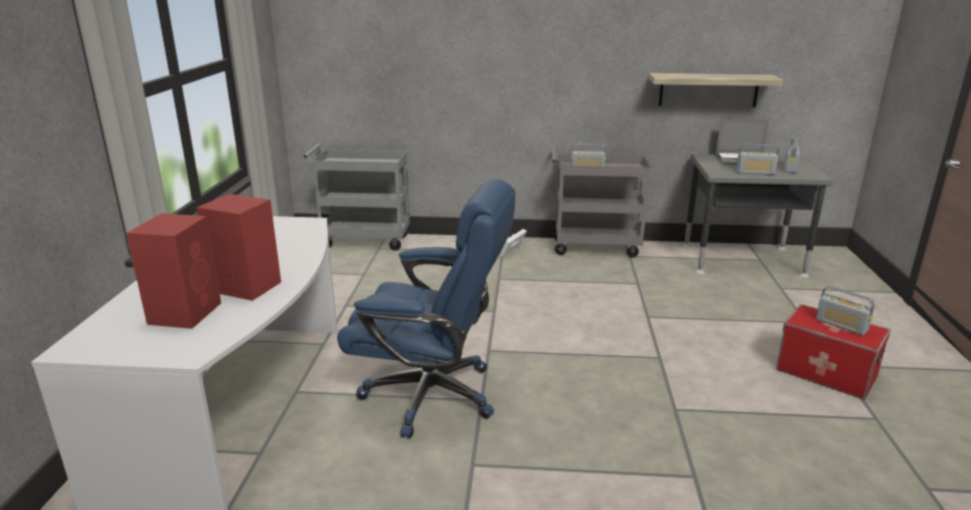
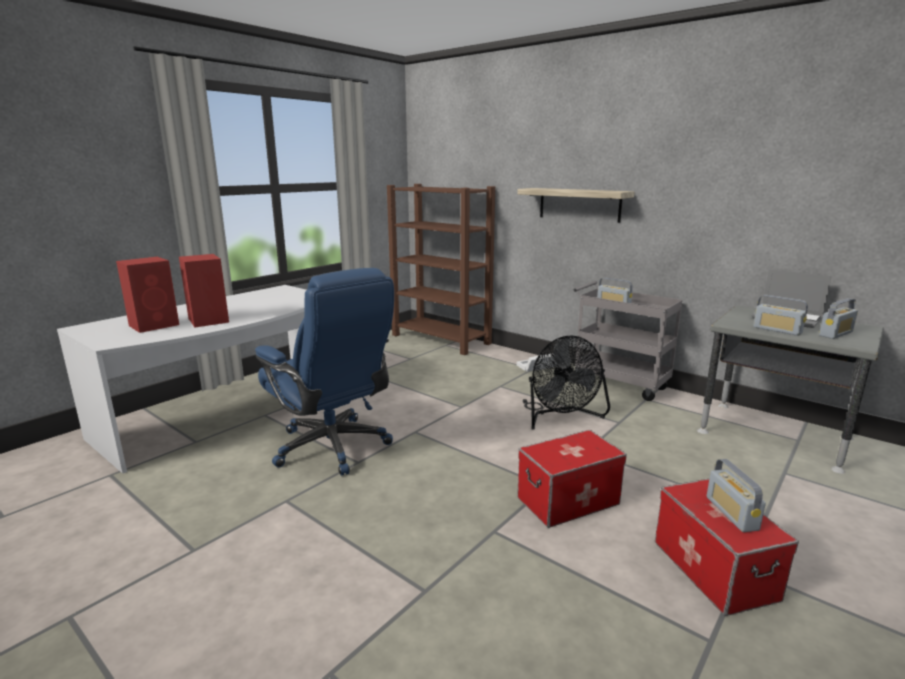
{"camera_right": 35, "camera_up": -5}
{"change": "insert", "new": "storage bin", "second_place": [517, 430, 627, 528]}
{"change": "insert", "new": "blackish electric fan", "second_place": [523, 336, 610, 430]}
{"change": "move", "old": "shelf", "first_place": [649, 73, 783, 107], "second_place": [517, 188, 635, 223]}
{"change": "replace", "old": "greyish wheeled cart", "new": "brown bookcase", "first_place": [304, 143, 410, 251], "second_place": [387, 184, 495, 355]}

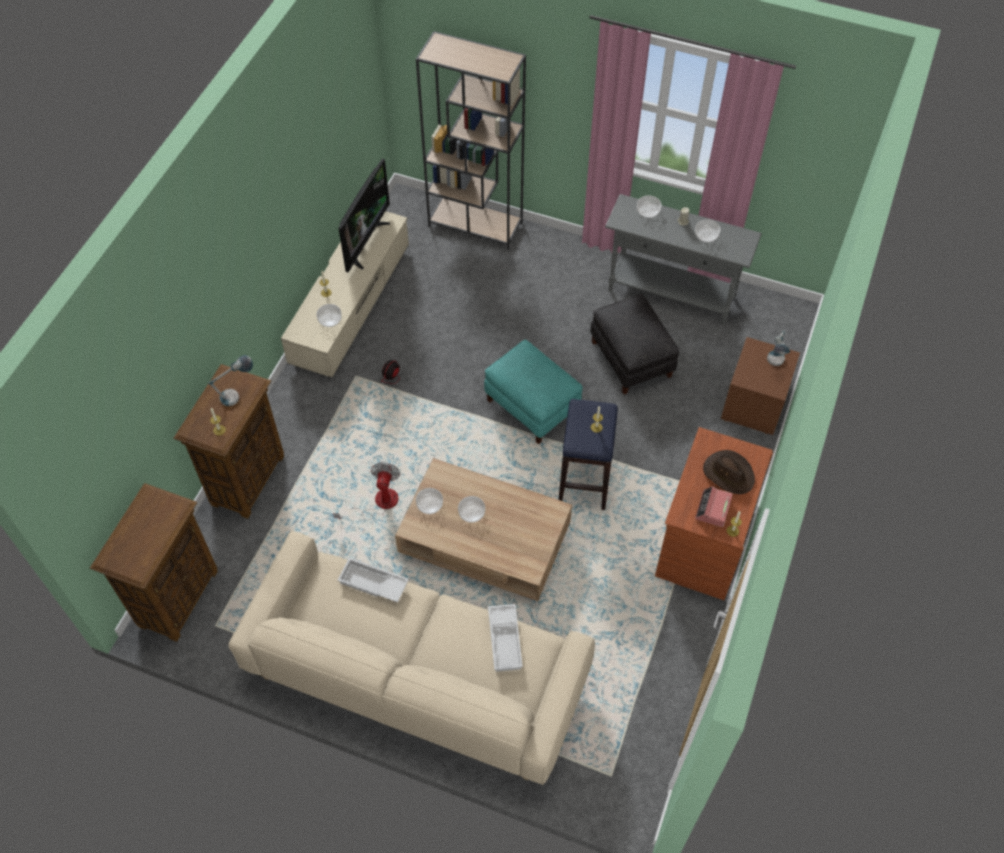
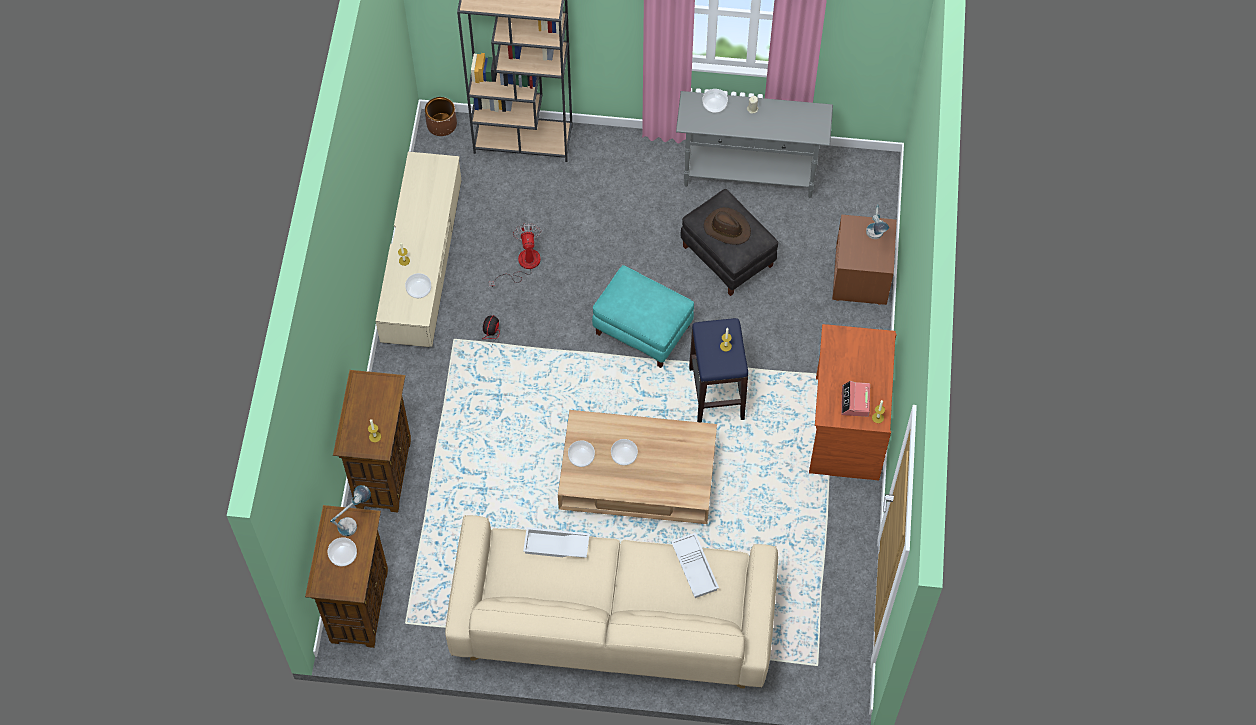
{"camera_right": -15, "camera_up": 5}
{"change": "delete", "old": "TV set", "first_place": [338, 159, 390, 273]}
{"change": "insert", "new": "brown flower pot", "second_place": [425, 97, 457, 136]}
{"change": "move", "old": "table lamp", "first_place": [209, 355, 253, 406], "second_place": [330, 485, 371, 536]}
{"change": "move", "old": "electric fan", "first_place": [333, 462, 400, 520], "second_place": [489, 223, 541, 287]}
{"change": "move", "old": "deep dish", "first_place": [695, 219, 720, 242], "second_place": [327, 537, 357, 566]}
{"change": "move", "old": "brown wearable hat", "first_place": [703, 450, 755, 494], "second_place": [704, 207, 751, 245]}

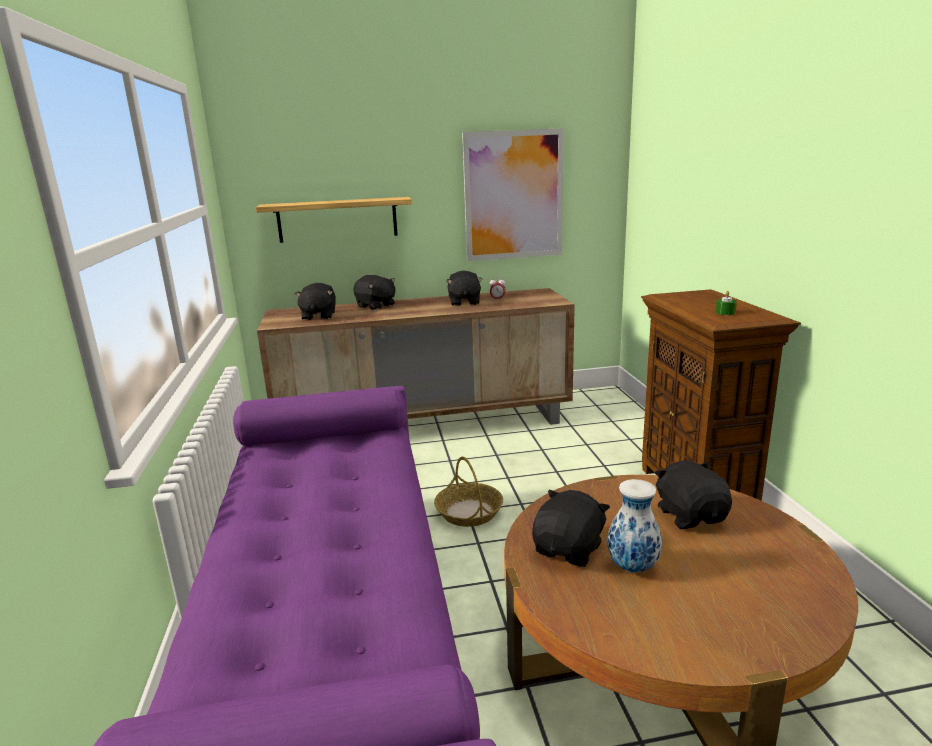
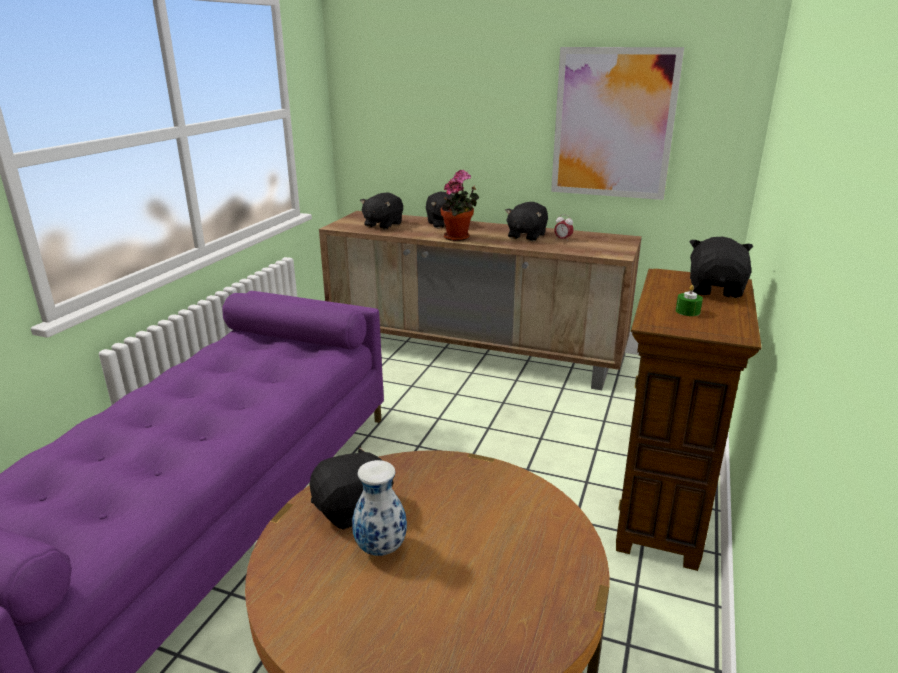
{"camera_right": 30, "camera_up": 5}
{"change": "delete", "old": "shelf", "first_place": [256, 197, 412, 243]}
{"change": "delete", "old": "basket", "first_place": [434, 457, 503, 527]}
{"change": "insert", "new": "potted plant", "second_place": [440, 170, 479, 241]}
{"change": "move", "old": "blackish plush toy", "first_place": [655, 461, 732, 529], "second_place": [690, 236, 753, 298]}

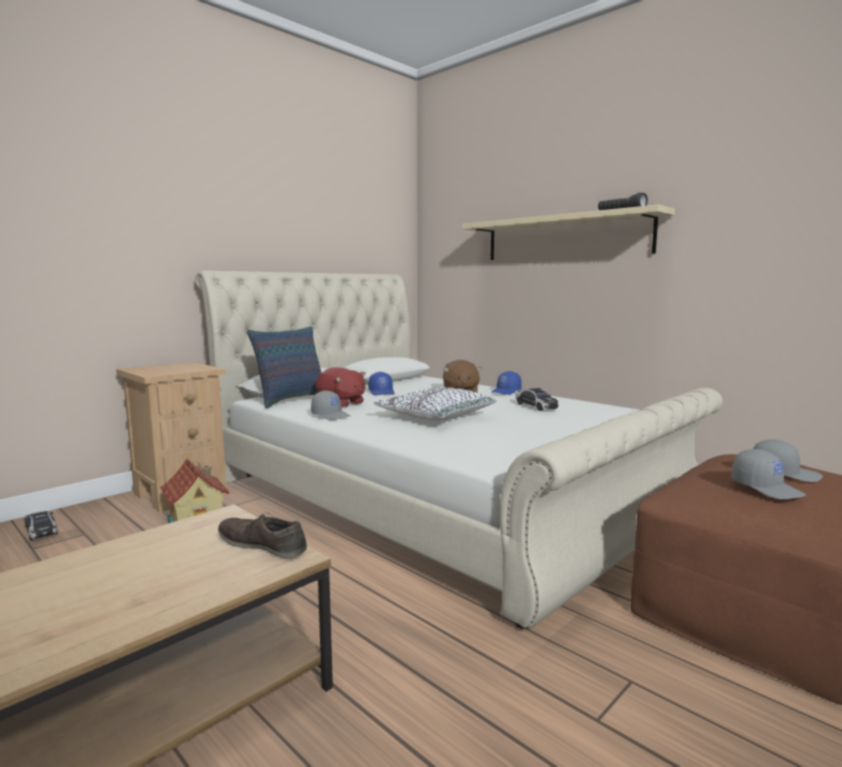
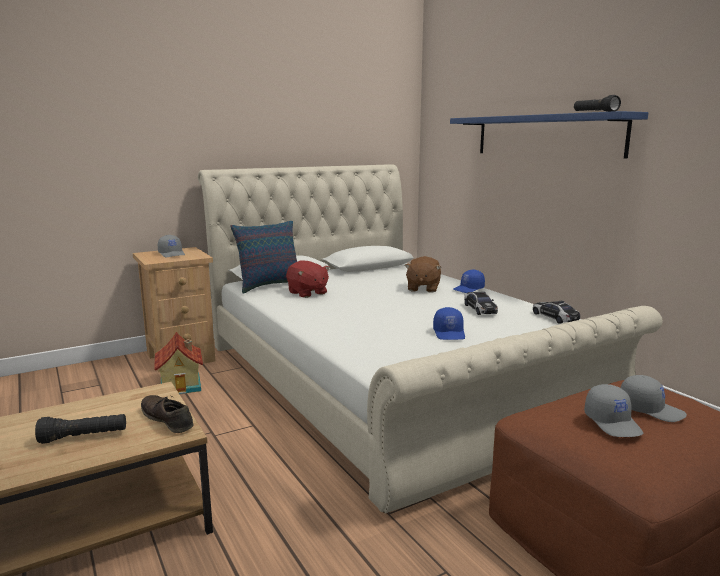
{"camera_right": 15, "camera_up": 5}
{"change": "delete", "old": "white throw pillow", "first_place": [374, 388, 496, 421]}
{"change": "insert", "new": "blackish flashlight", "second_place": [35, 414, 126, 444]}
{"change": "move", "old": "model car", "first_place": [24, 511, 58, 540], "second_place": [533, 300, 580, 324]}
{"change": "move", "old": "greyish cap", "first_place": [311, 390, 350, 420], "second_place": [158, 235, 185, 257]}
{"change": "move", "old": "blue-coloured cap", "first_place": [368, 372, 395, 396], "second_place": [433, 307, 465, 340]}
{"change": "recolor", "old": "sand-coloured shelf", "new": "blue-coloured shelf", "first_place": [462, 204, 675, 260], "second_place": [450, 111, 648, 159]}

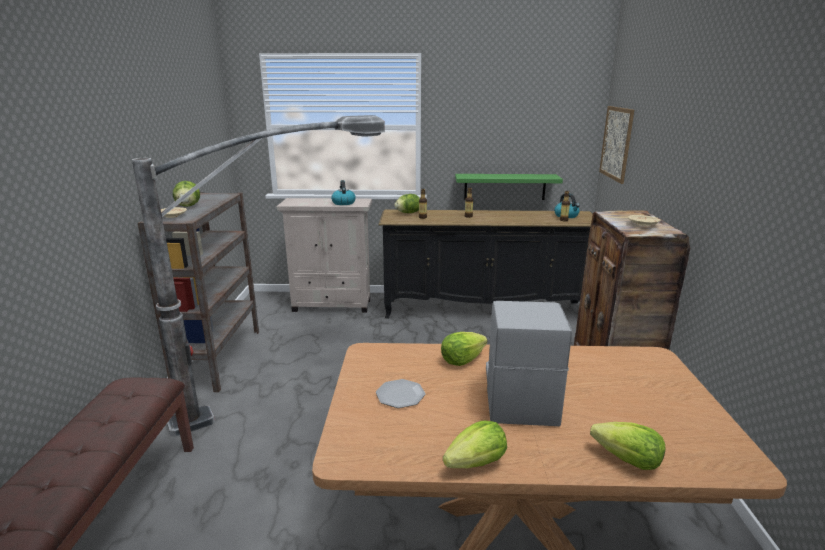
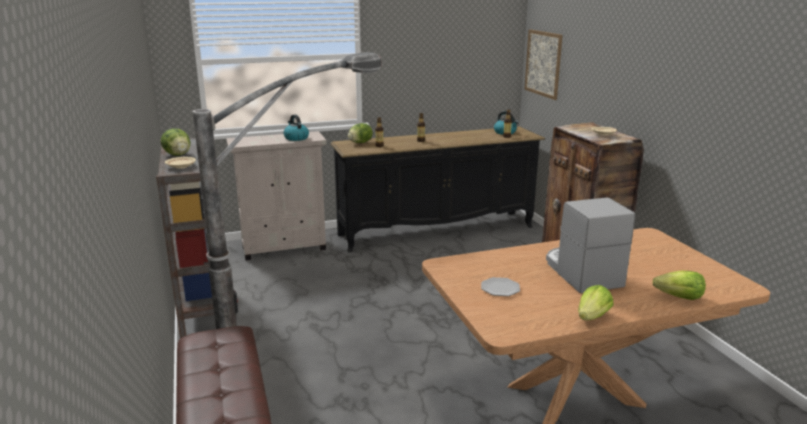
{"camera_right": -20, "camera_up": 0}
{"change": "delete", "old": "lettuce head", "first_place": [441, 332, 488, 366]}
{"change": "delete", "old": "green-coloured shelf", "first_place": [455, 174, 563, 200]}

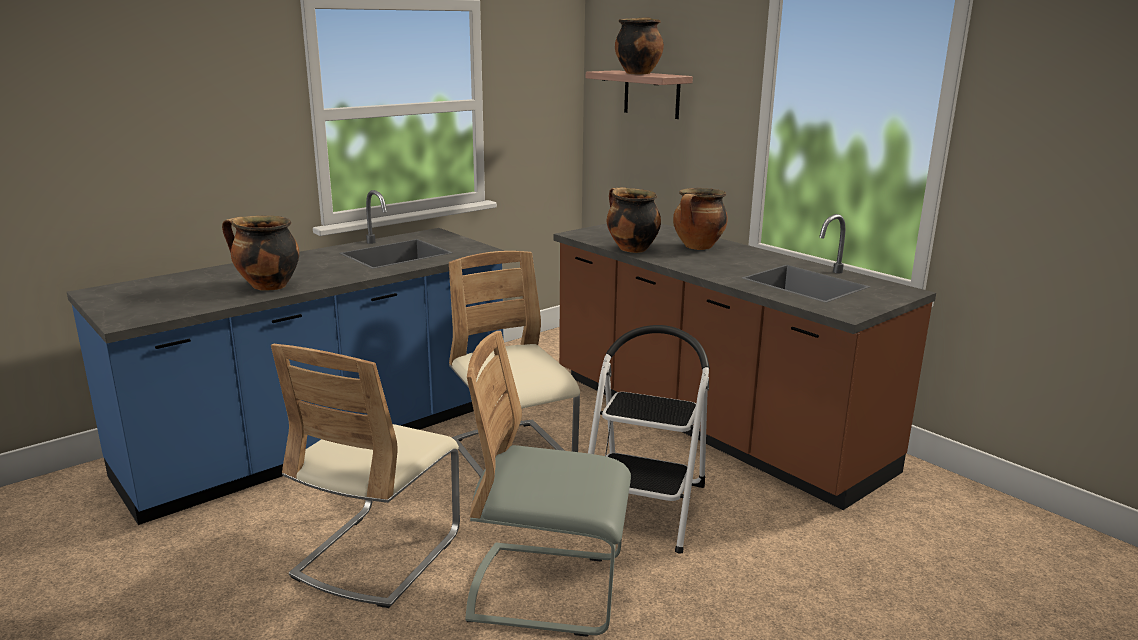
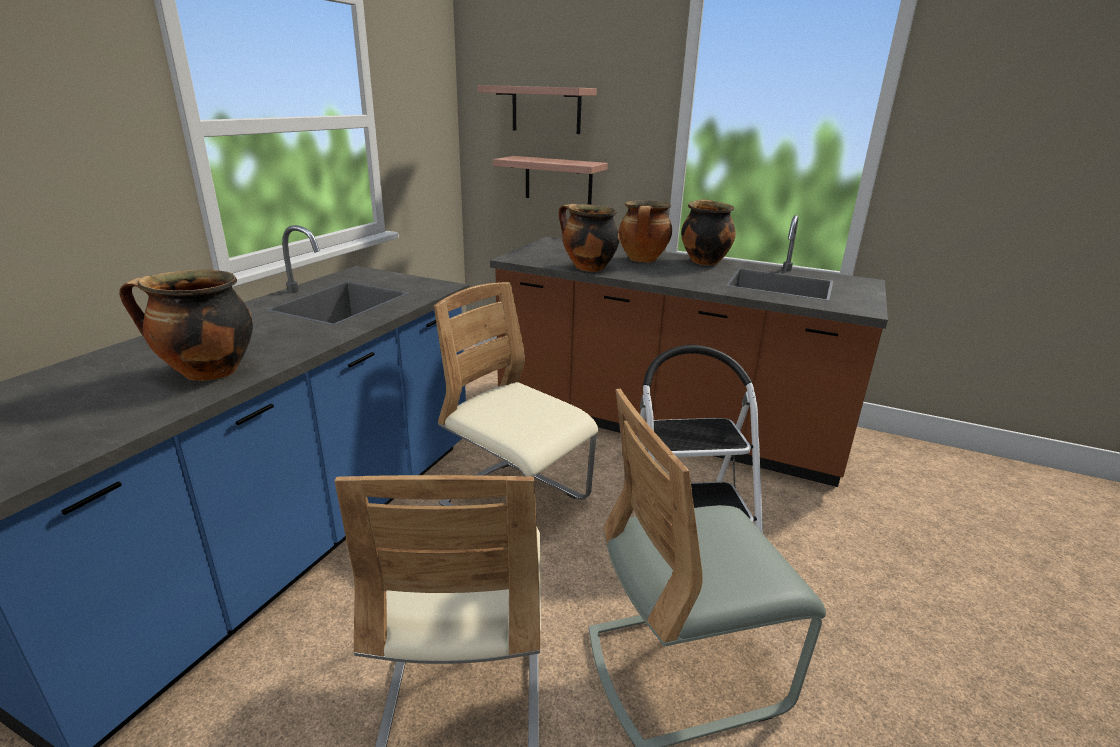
{"camera_right": -25, "camera_up": 5}
{"change": "insert", "new": "shelf", "second_place": [493, 156, 608, 204]}
{"change": "move", "old": "cooking pot", "first_place": [615, 17, 664, 74], "second_place": [681, 199, 736, 265]}

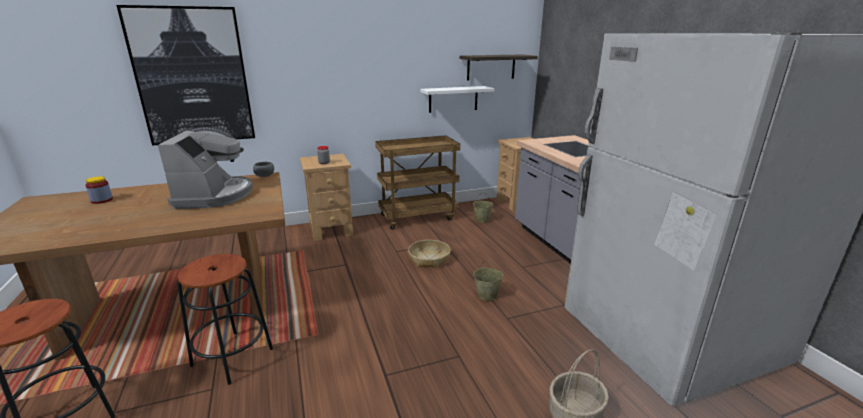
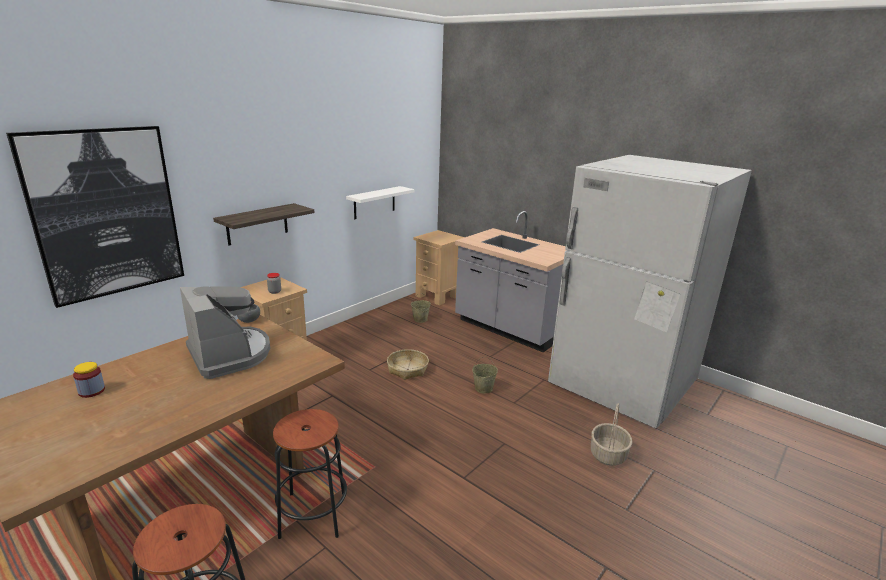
{"camera_right": -30, "camera_up": 0}
{"change": "delete", "old": "brown wheeled cart", "first_place": [375, 135, 460, 230]}
{"change": "move", "old": "shelf", "first_place": [460, 54, 538, 80], "second_place": [213, 203, 314, 246]}

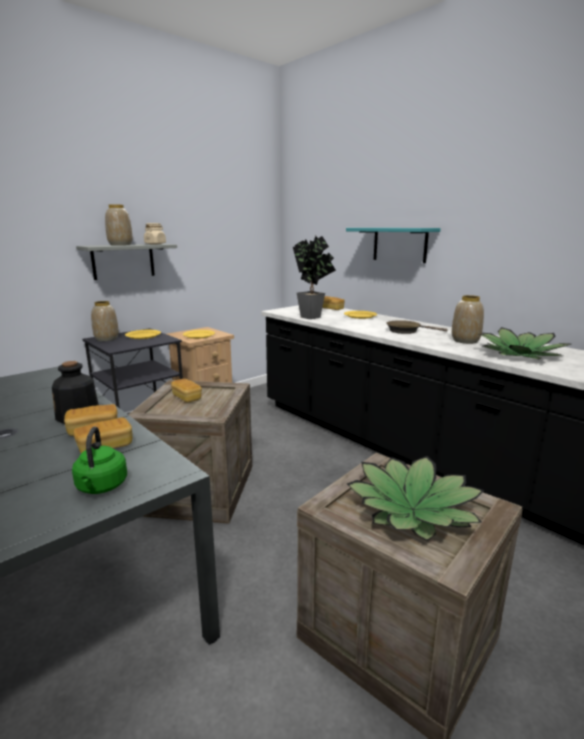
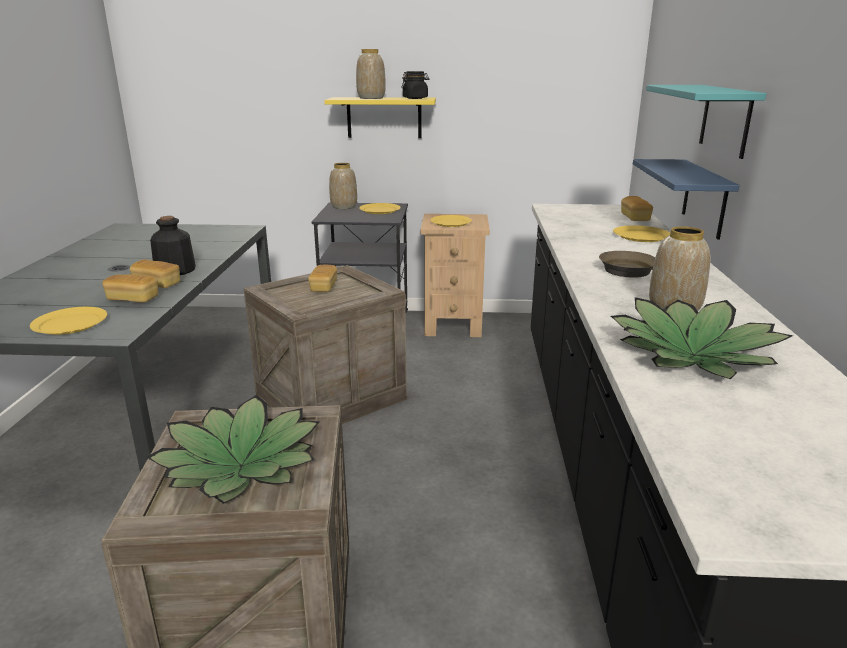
{"camera_right": 45, "camera_up": 5}
{"change": "delete", "old": "potted plant", "first_place": [293, 236, 336, 319]}
{"change": "insert", "new": "blue-coloured shelf", "second_place": [633, 159, 739, 240]}
{"change": "replace", "old": "green-coloured water kettle", "new": "yellow-coloured flat dish", "first_place": [72, 427, 127, 494], "second_place": [30, 307, 107, 335]}
{"change": "recolor", "old": "greyish shelf", "new": "yellow-coloured shelf", "first_place": [76, 244, 177, 280], "second_place": [324, 97, 436, 138]}
{"change": "recolor", "old": "sand-coloured storage jar", "new": "blackish storage jar", "first_place": [144, 223, 166, 244], "second_place": [401, 71, 429, 99]}

